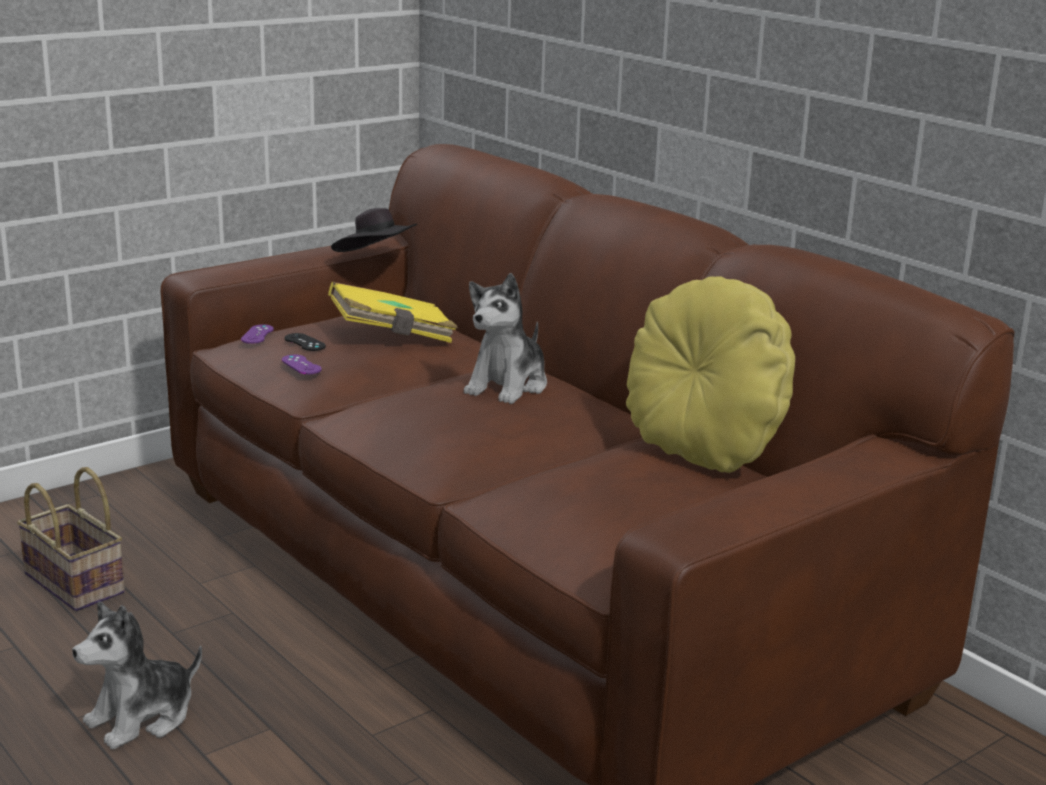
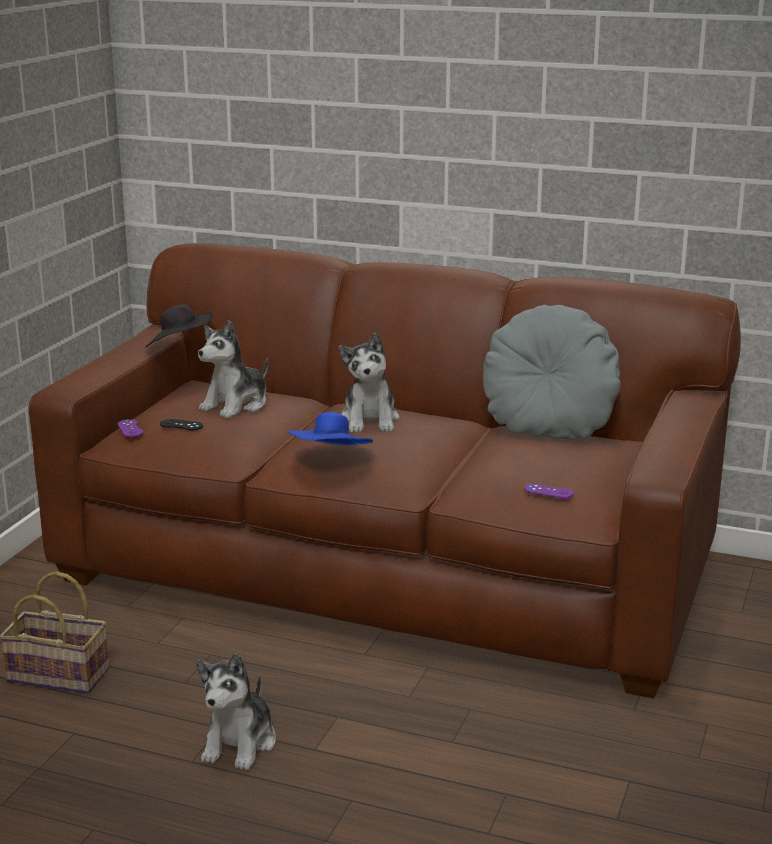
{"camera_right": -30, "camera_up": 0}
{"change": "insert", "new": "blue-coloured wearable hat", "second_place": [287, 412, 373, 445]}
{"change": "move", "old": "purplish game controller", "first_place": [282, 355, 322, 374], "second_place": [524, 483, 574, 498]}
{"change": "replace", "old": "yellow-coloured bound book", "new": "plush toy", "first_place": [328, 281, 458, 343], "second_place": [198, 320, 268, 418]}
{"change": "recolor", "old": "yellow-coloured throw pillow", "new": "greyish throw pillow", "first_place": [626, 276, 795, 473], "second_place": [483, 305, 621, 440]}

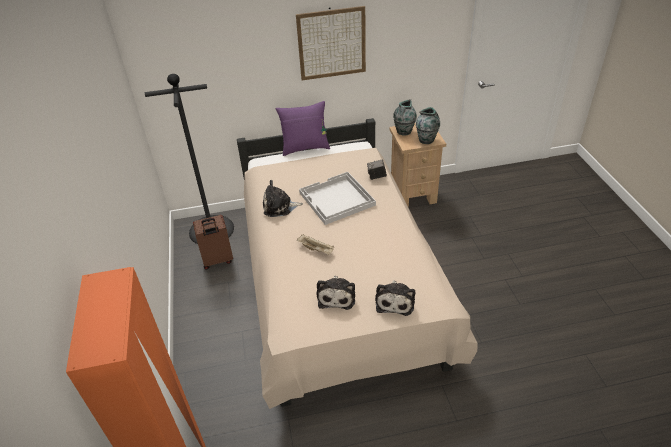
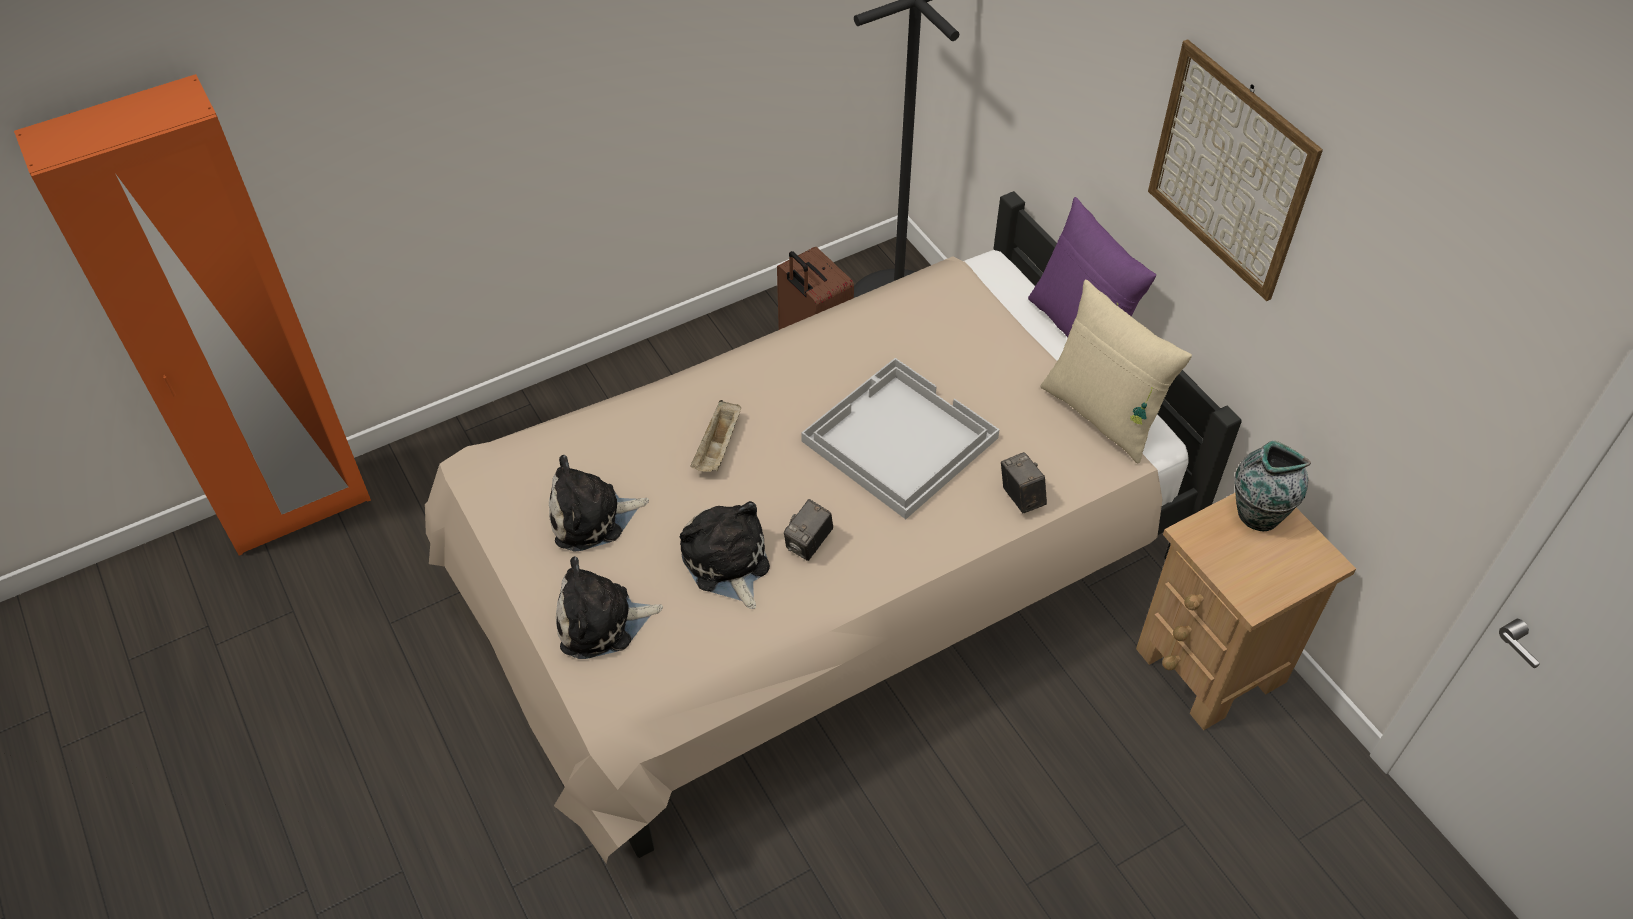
{"camera_right": 70, "camera_up": 10}
{"change": "delete", "old": "flower vase", "first_place": [416, 107, 440, 144]}
{"change": "insert", "new": "photo camera", "second_place": [784, 499, 833, 561]}
{"change": "insert", "new": "sand-coloured throw pillow", "second_place": [1040, 280, 1192, 463]}
{"change": "move", "old": "plush toy", "first_place": [263, 180, 303, 217], "second_place": [680, 501, 770, 609]}

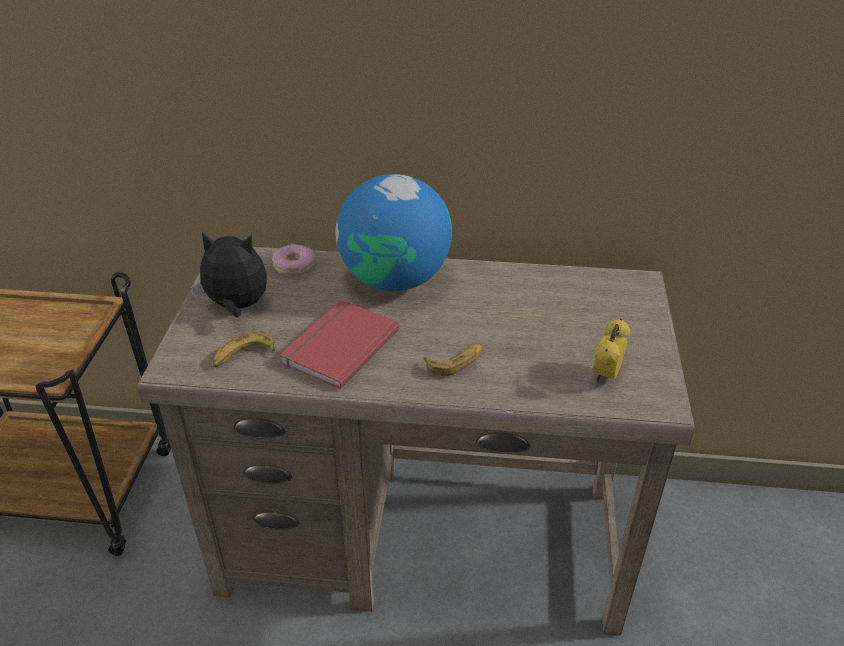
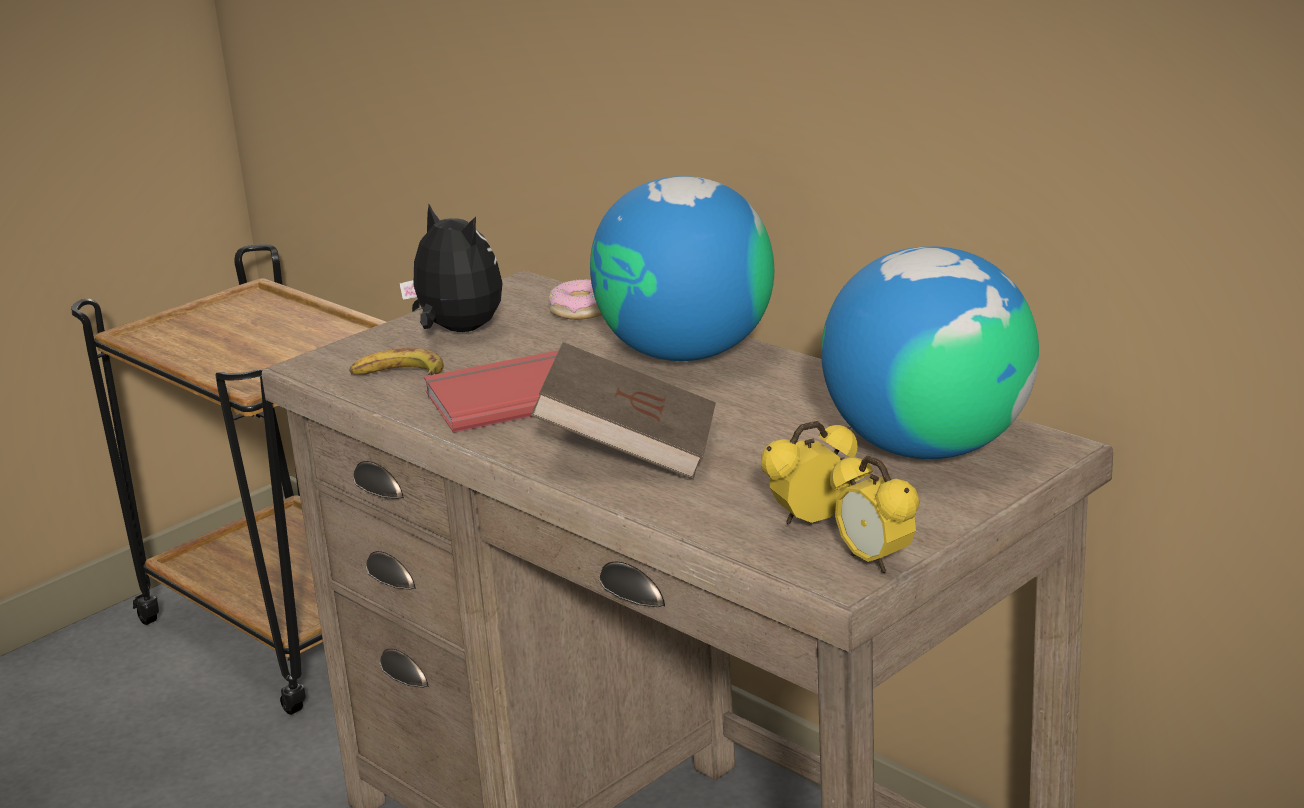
{"camera_right": 40, "camera_up": -15}
{"change": "insert", "new": "desk globe", "second_place": [821, 246, 1039, 459]}
{"change": "insert", "new": "bedside clock", "second_place": [830, 455, 920, 574]}
{"change": "replace", "old": "whole banana", "new": "brown bound book", "first_place": [424, 343, 482, 376], "second_place": [531, 342, 716, 480]}

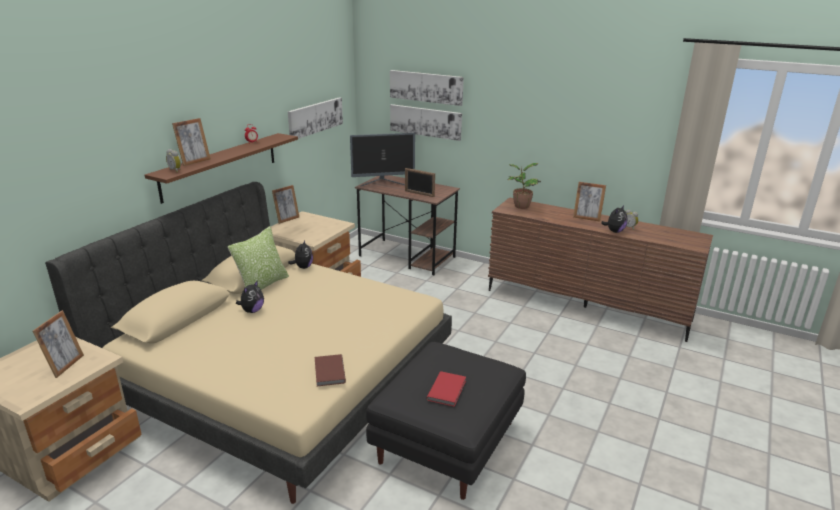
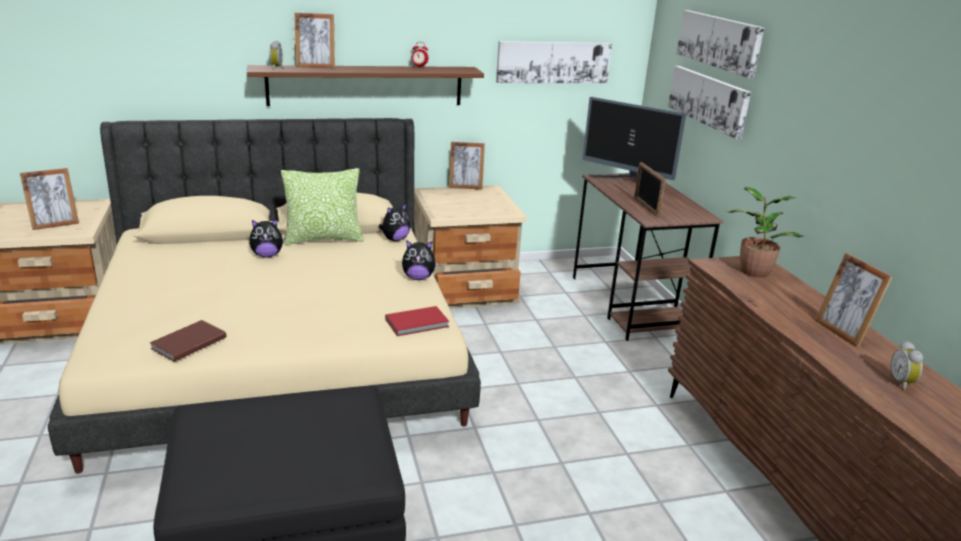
{"camera_right": 45, "camera_up": 0}
{"change": "move", "old": "red bound book", "first_place": [427, 371, 466, 407], "second_place": [385, 306, 450, 336]}
{"change": "move", "old": "plush toy", "first_place": [601, 204, 627, 233], "second_place": [402, 241, 438, 280]}

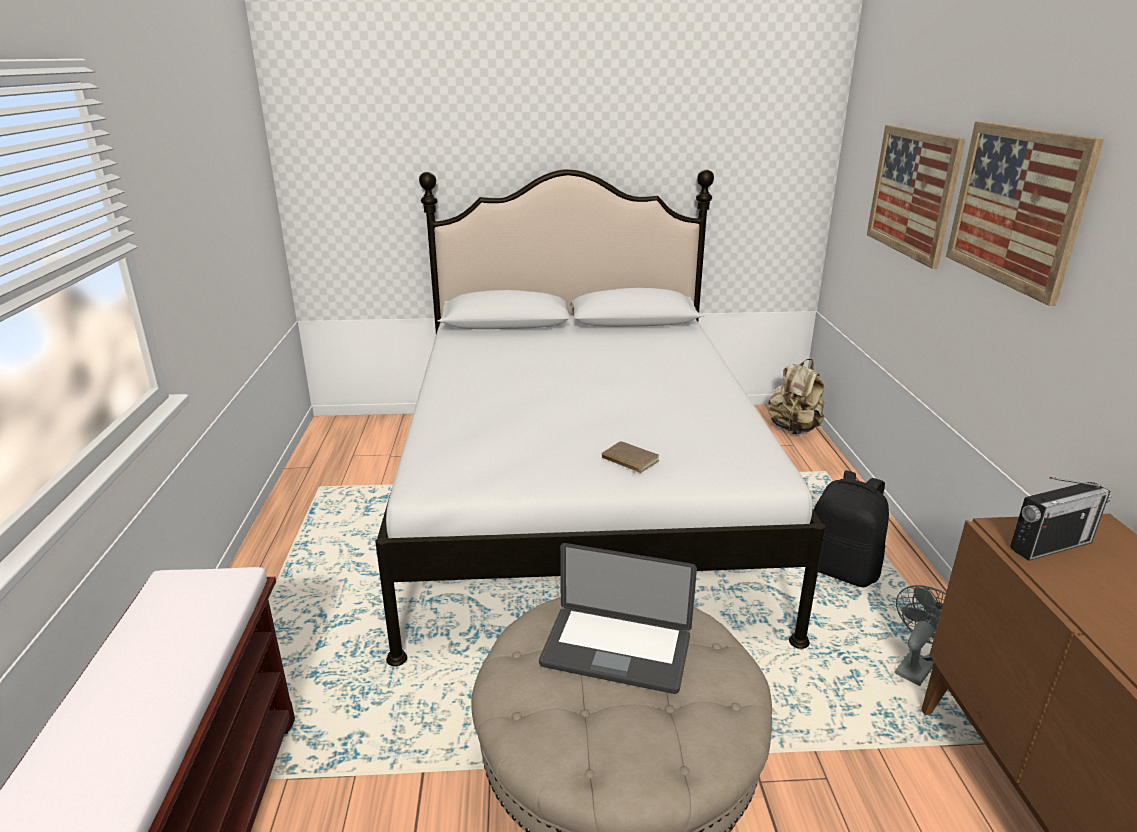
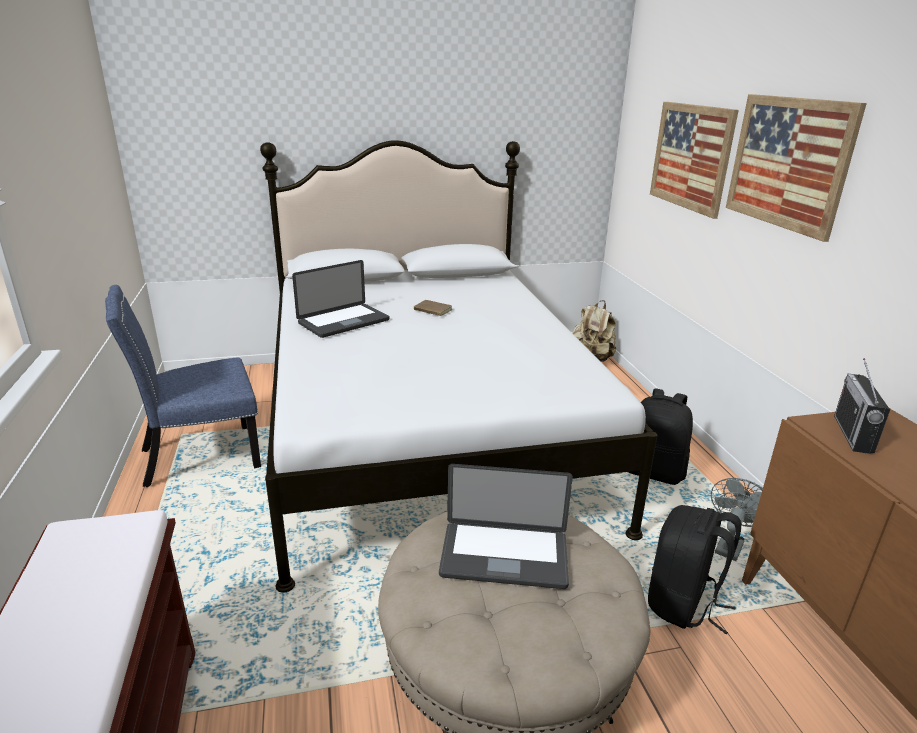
{"camera_right": -10, "camera_up": 0}
{"change": "insert", "new": "blue-coloured chair", "second_place": [105, 285, 261, 487]}
{"change": "insert", "new": "notebook computer", "second_place": [292, 260, 390, 338]}
{"change": "insert", "new": "blackish rucksack", "second_place": [648, 505, 741, 634]}
{"change": "move", "old": "brown bound book", "first_place": [602, 441, 660, 474], "second_place": [414, 300, 453, 316]}
{"change": "rotate", "old": "radio receiver", "first_place": [1010, 477, 1111, 561], "second_place": [834, 358, 890, 454], "degrees": 135}

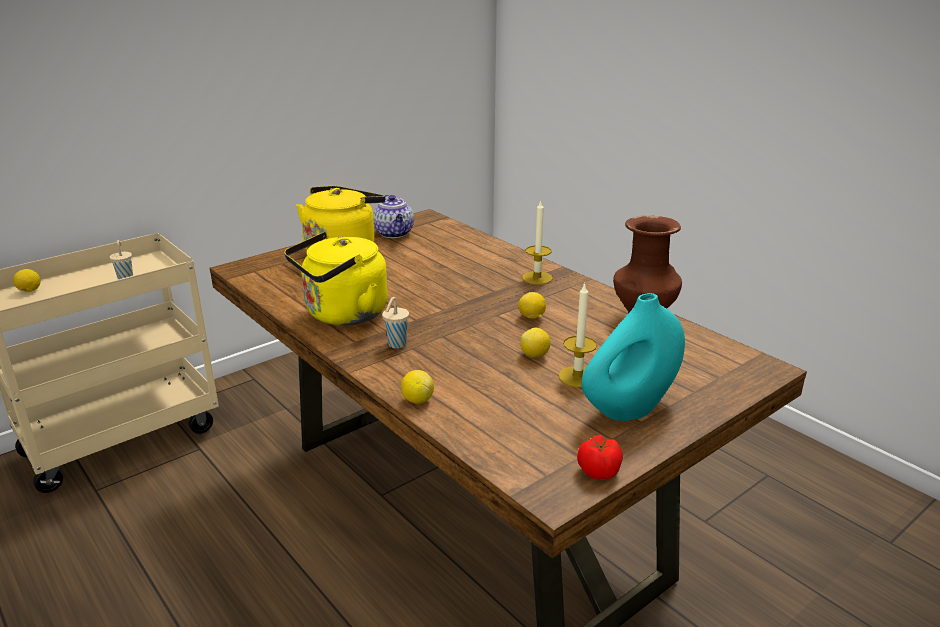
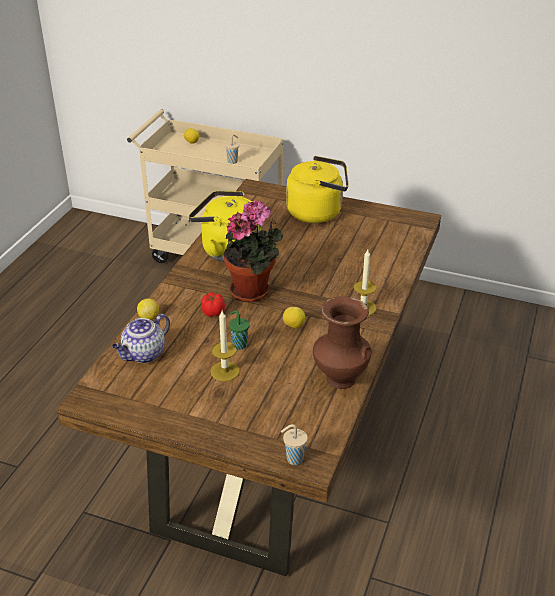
{"camera_right": 60, "camera_up": 10}
{"change": "delete", "old": "turquoise flower vase", "first_place": [581, 293, 685, 421]}
{"change": "insert", "new": "potted plant", "second_place": [224, 201, 283, 302]}
{"change": "move", "old": "teapot", "first_place": [373, 194, 414, 238], "second_place": [112, 314, 170, 363]}
{"change": "move", "old": "sand-coloured drinking cup", "first_place": [382, 297, 409, 349], "second_place": [281, 424, 308, 465]}
{"change": "move", "old": "whole tomato", "first_place": [577, 435, 623, 479], "second_place": [201, 292, 225, 317]}
{"change": "replace", "old": "whole lemon", "new": "green-coloured drinking cup", "first_place": [521, 328, 551, 358], "second_place": [229, 310, 250, 349]}

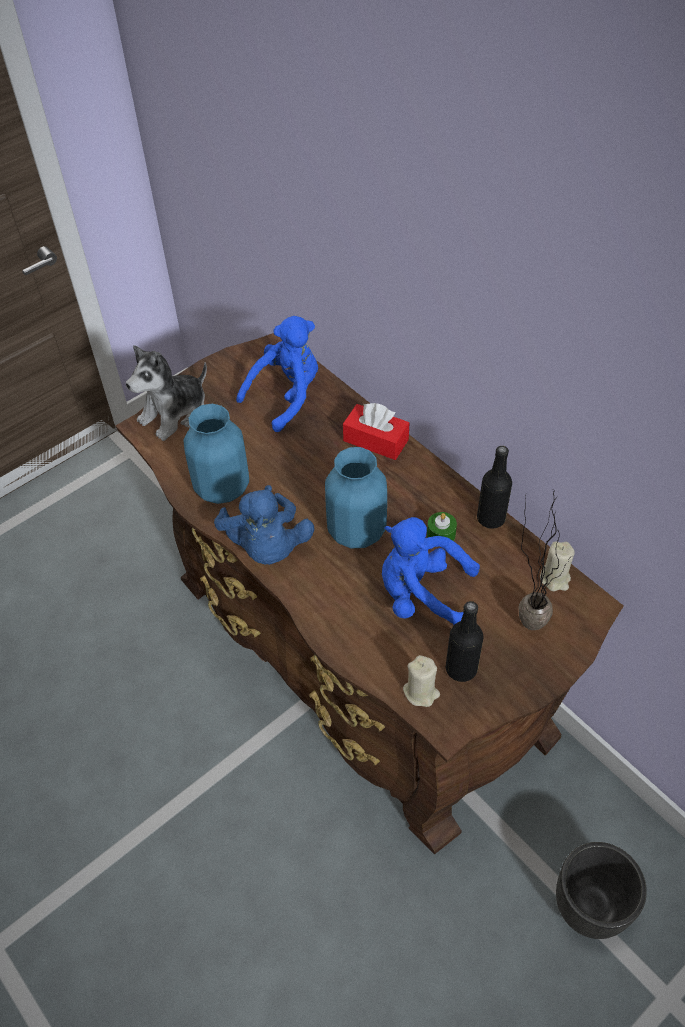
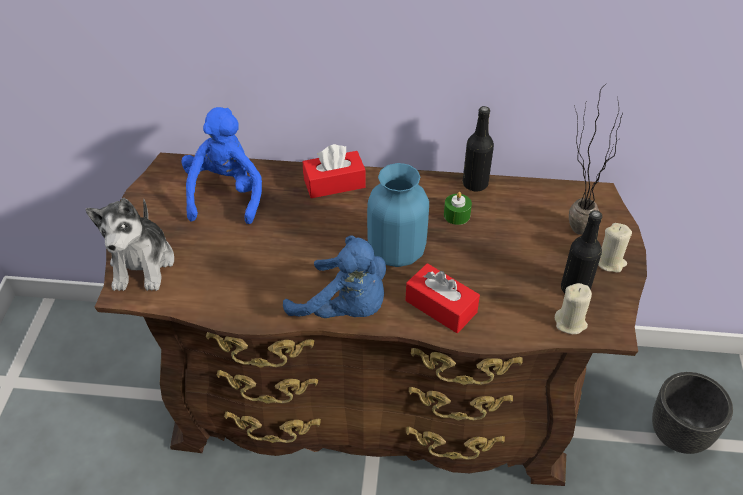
{"camera_right": -45, "camera_up": -5}
{"change": "delete", "old": "blue-coloured flower vase", "first_place": [184, 404, 249, 504]}
{"change": "delete", "old": "blue-coloured plush toy", "first_place": [382, 517, 480, 625]}
{"change": "insert", "new": "red box of tissues", "second_place": [406, 263, 480, 333]}
{"change": "move", "old": "sand-coloured wax light", "first_place": [540, 541, 575, 591], "second_place": [598, 223, 632, 273]}

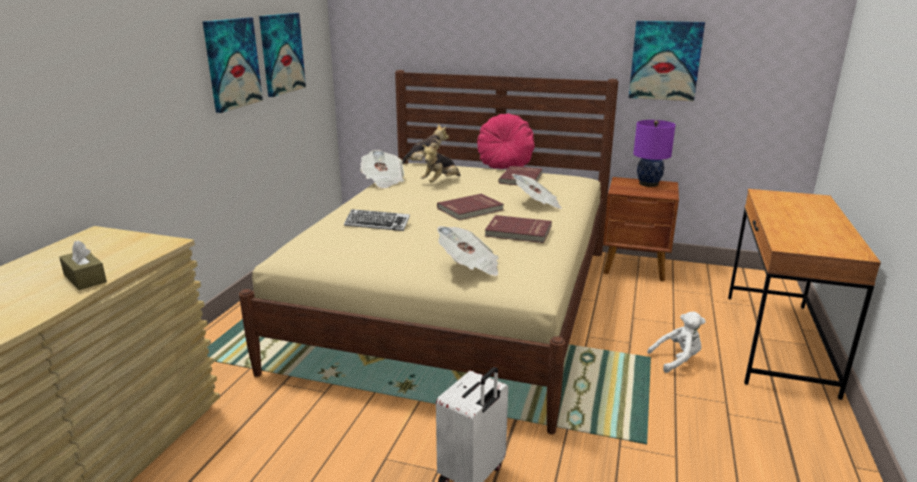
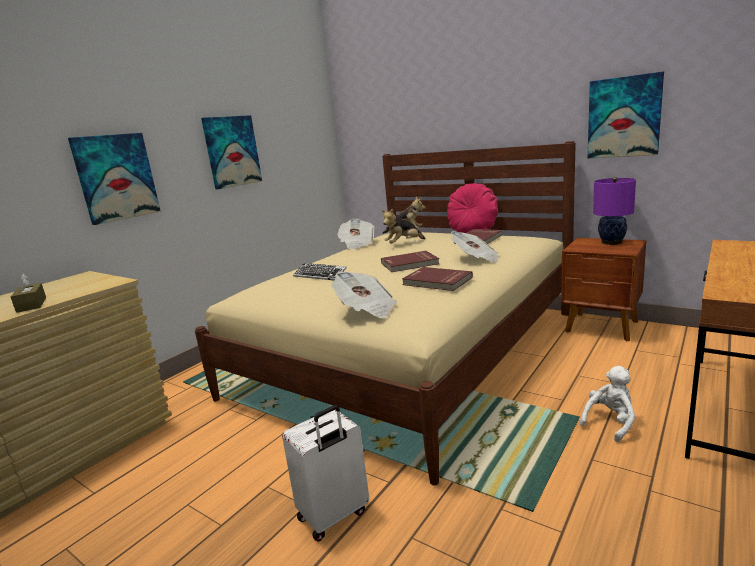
{"camera_right": 20, "camera_up": -5}
{"change": "move", "old": "wall picture", "first_place": [259, 13, 306, 97], "second_place": [68, 133, 161, 225]}
{"change": "rotate", "old": "white plush toy", "first_place": [647, 312, 706, 373], "second_place": [579, 366, 635, 442], "degrees": -45}

